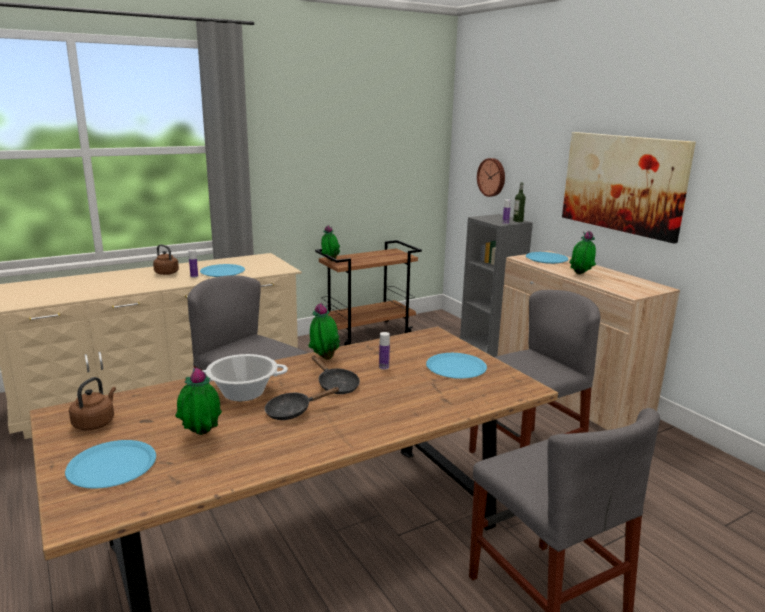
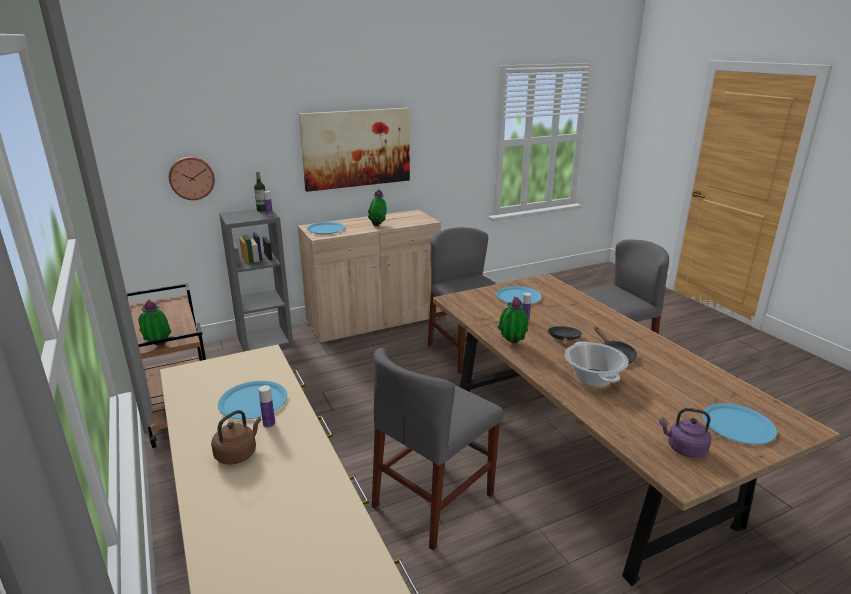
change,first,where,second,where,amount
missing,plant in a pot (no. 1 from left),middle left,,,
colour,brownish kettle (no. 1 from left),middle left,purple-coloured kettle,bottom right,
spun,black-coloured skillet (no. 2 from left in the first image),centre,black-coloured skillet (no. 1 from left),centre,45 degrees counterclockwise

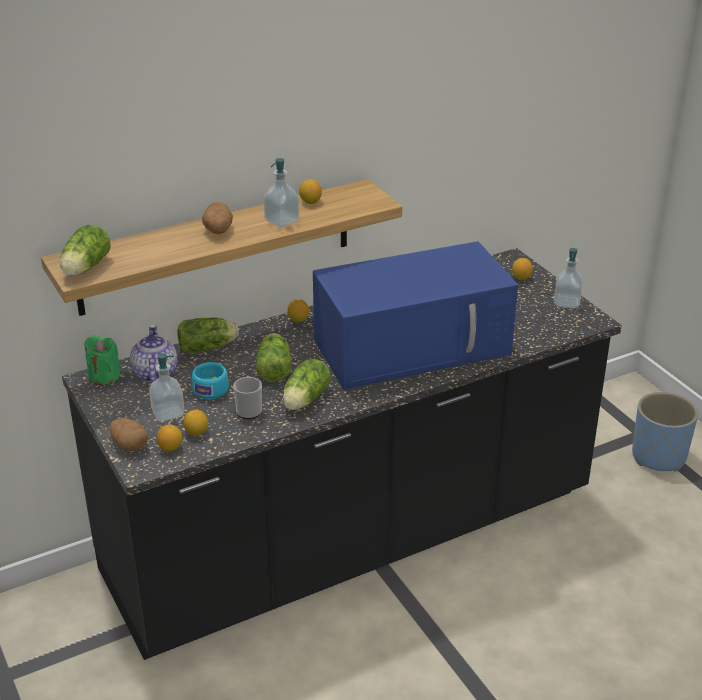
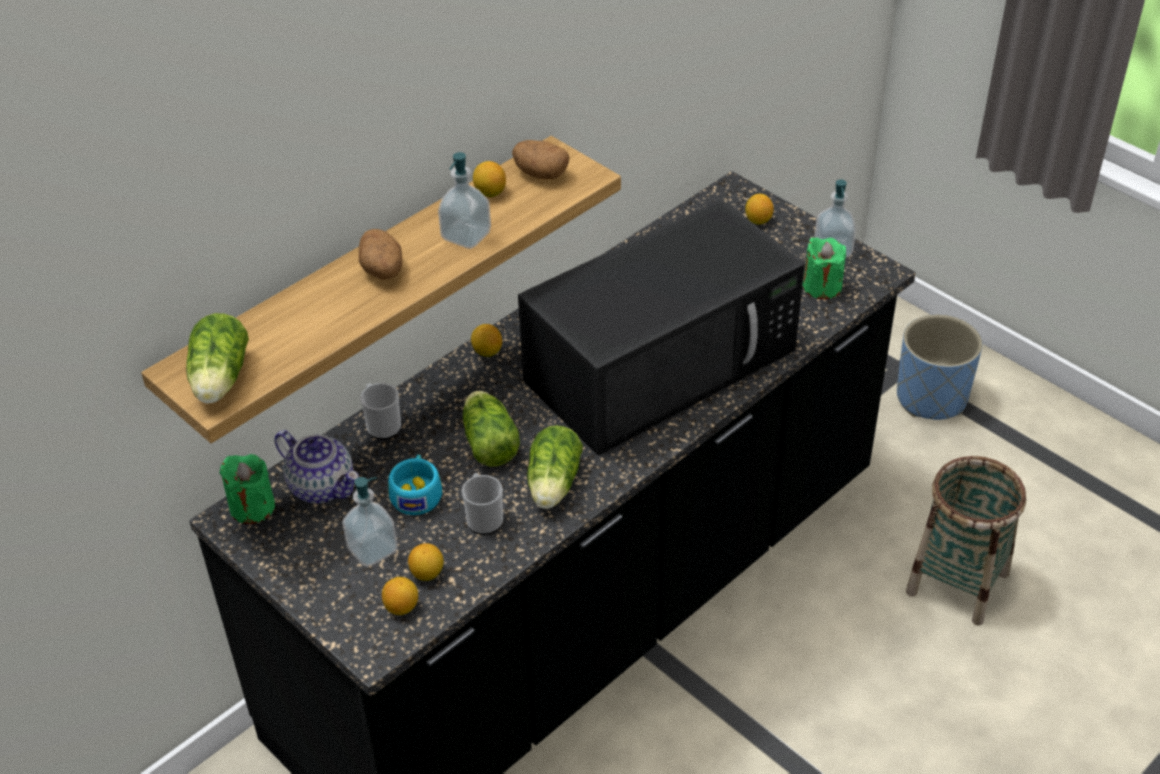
change,first,where,second,where,amount
appeared,,,greenish wax light (no. 2 from left),middle right,
appeared,,,basket,bottom right,
relocated,whole potato (no. 1 from left in the first image),middle left,whole potato (no. 2 from left),top centre,
exchanged,lettuce head (no. 2 from left),middle left,coffee mug (no. 1 from left),middle left,
colour,bluish microwave oven,centre,black-coloured microwave oven,centre,
spun,teapot,middle left,,middle left,150 degrees clockwise

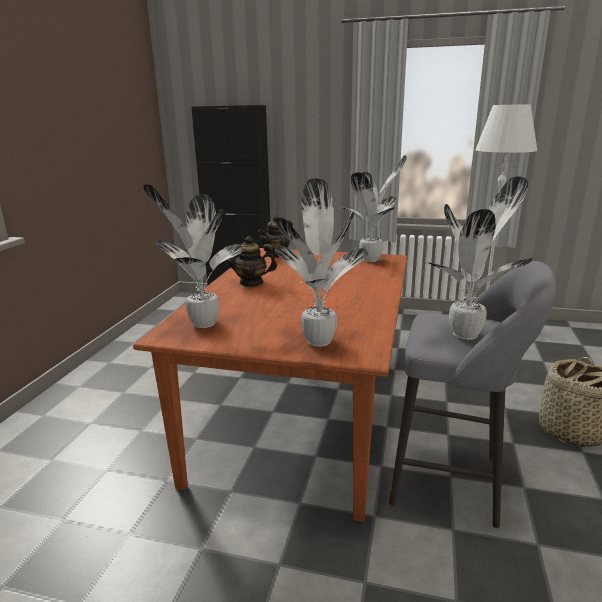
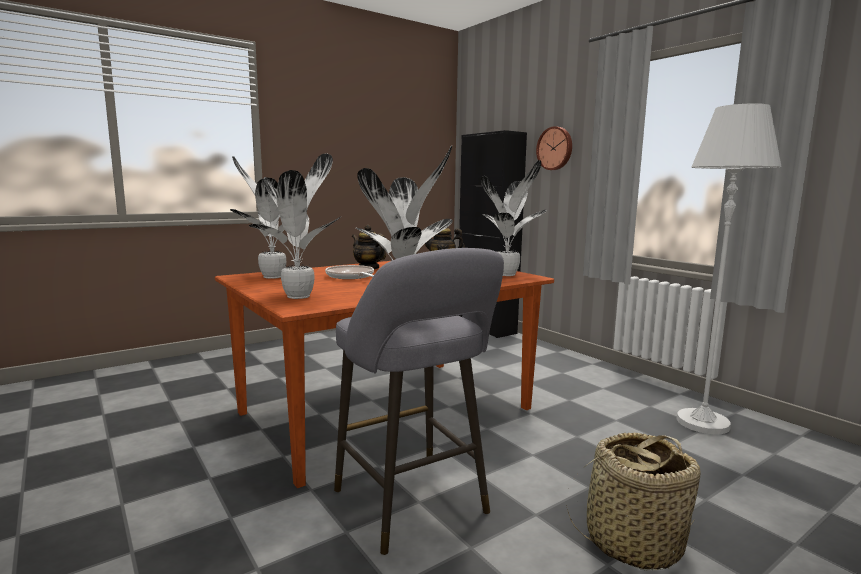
change,first,where,second,where,amount
appeared,,,skillet,centre,
appeared,,,wall clock,top centre,

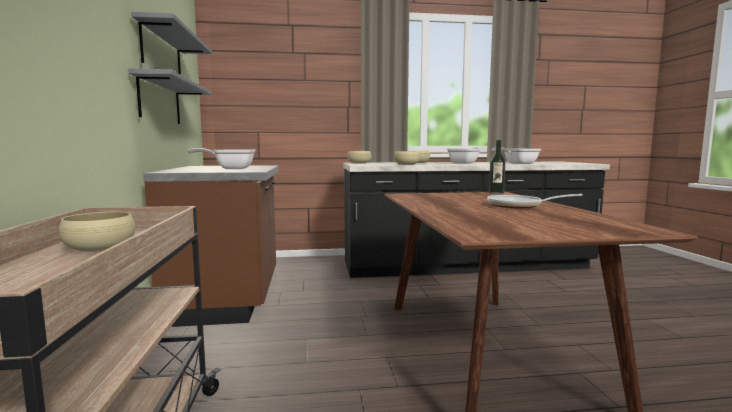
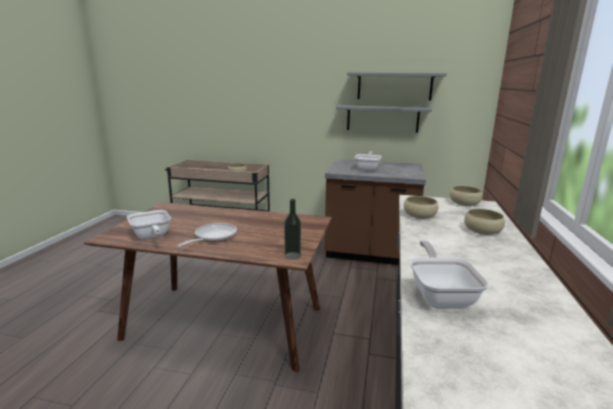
change,first,where,second,where,amount
relocated,skillet (no. 2 from left in the first image),centre,skillet (no. 1 from left),middle left,

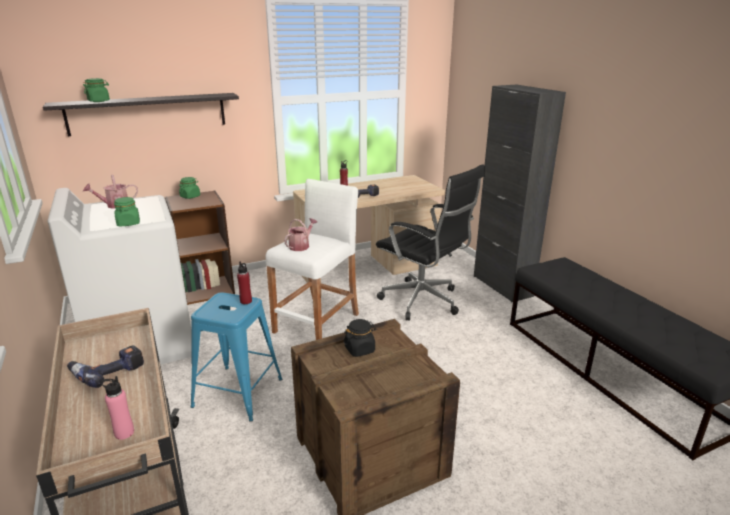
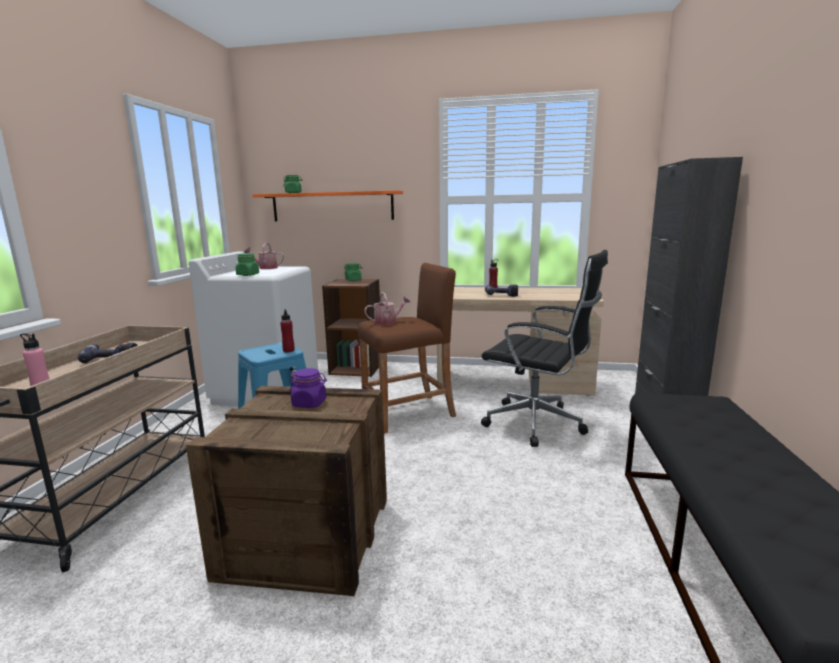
change,first,where,second,where,amount
colour,black-coloured bracket shelf,top left,orange-coloured bracket shelf,top centre,
colour,white sitting stool,centre,brownish sitting stool,centre,
colour,black-coloured storage jar,centre,purple-coloured storage jar,centre,
spun,black-coloured computer chair,centre,,centre,45 degrees counterclockwise

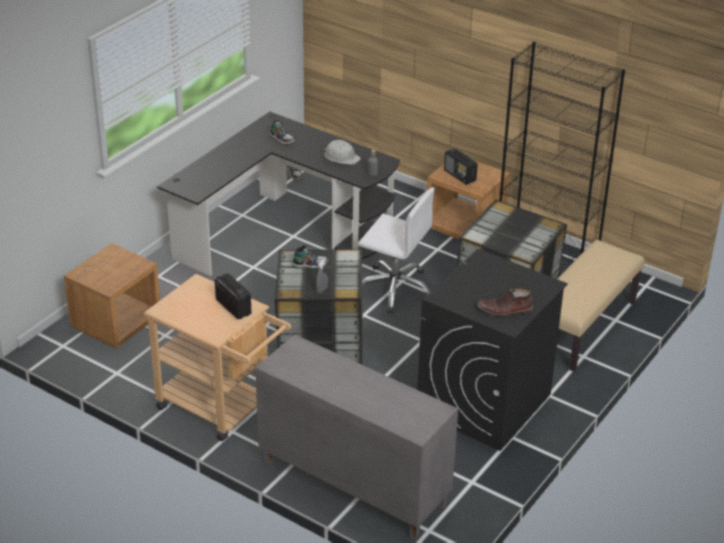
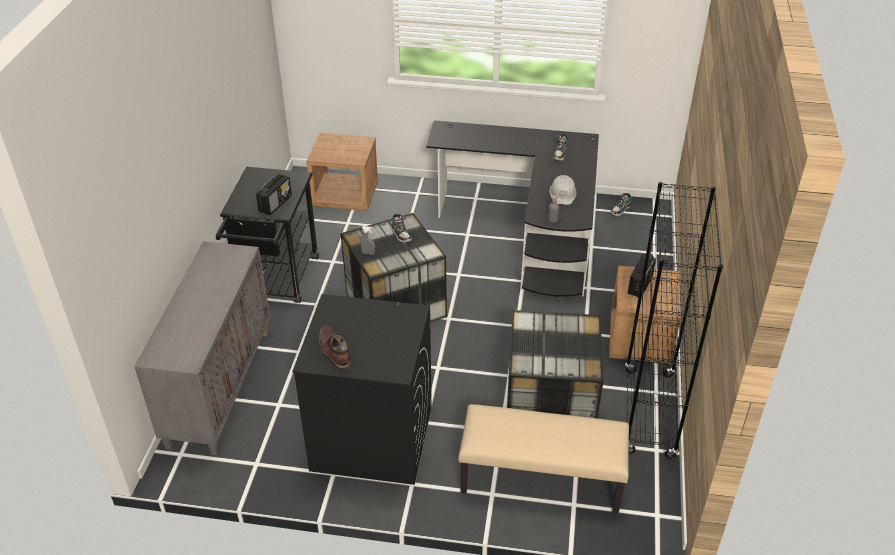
change,first,where,second,where,amount
missing,white computer chair,centre,,,
colour,beige-coloured wheeled cart,middle left,black-coloured wheeled cart,middle left,

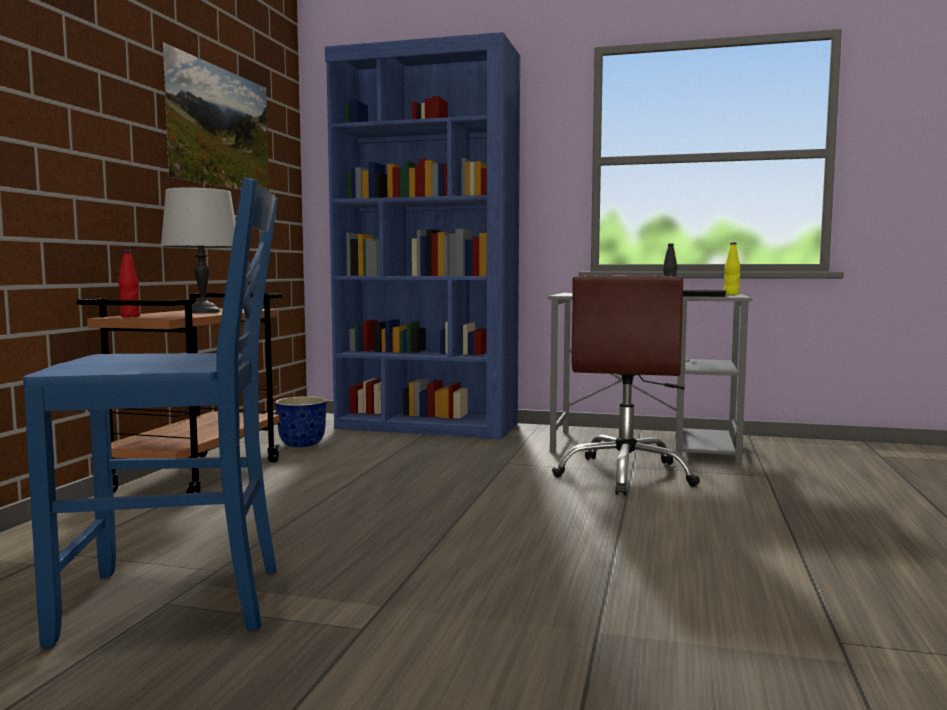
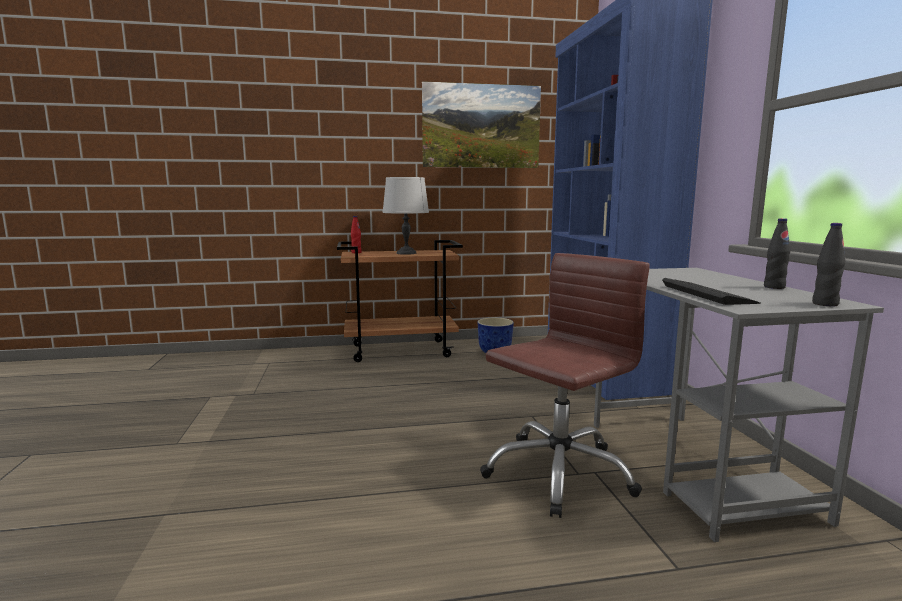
change,first,where,second,where,amount
missing,bluish upright chair,middle left,,,
colour,yellow-coloured bottle,middle right,black-coloured bottle (no. 2 from left),middle right,
spun,brownish computer chair,centre,,centre,150 degrees clockwise

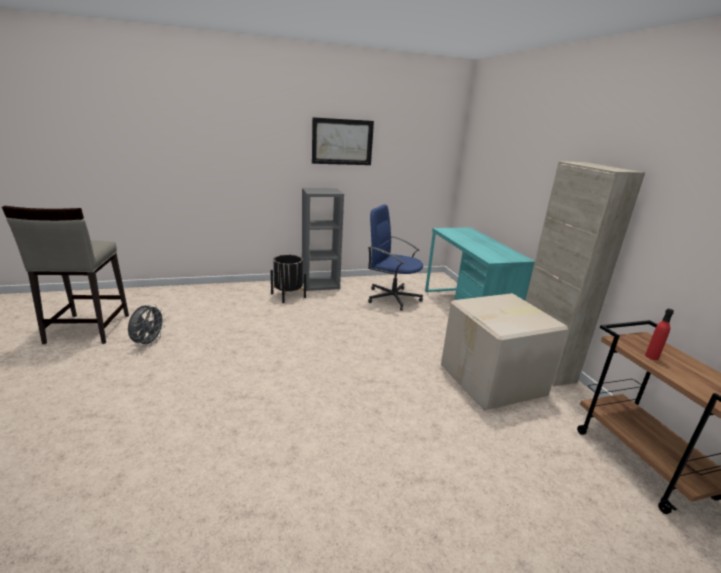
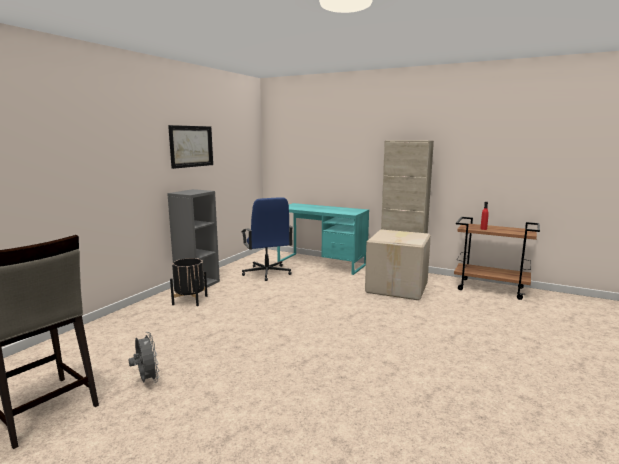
change,first,where,second,where,amount
spun,bluish computer chair,centre,,centre,90 degrees counterclockwise

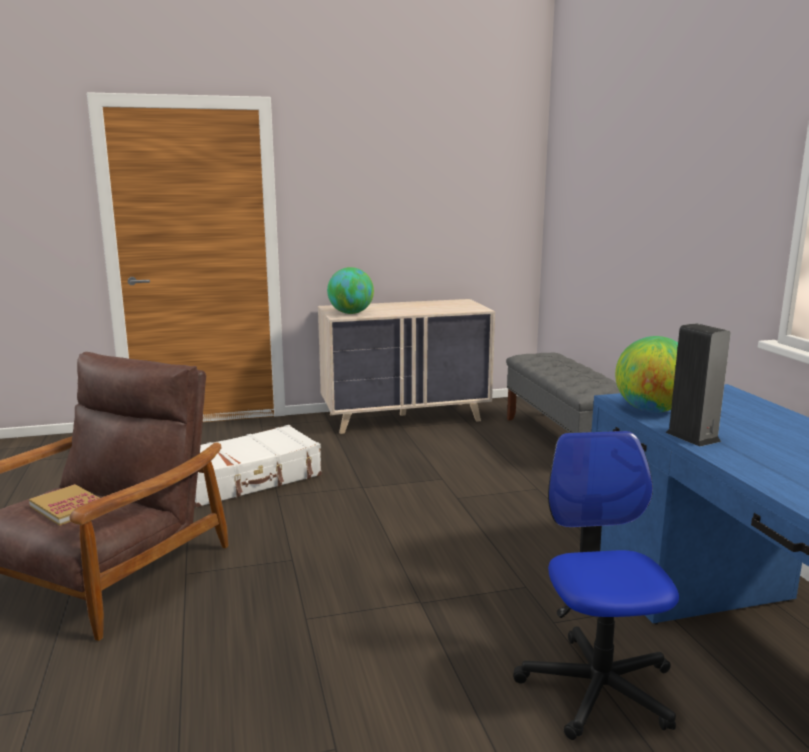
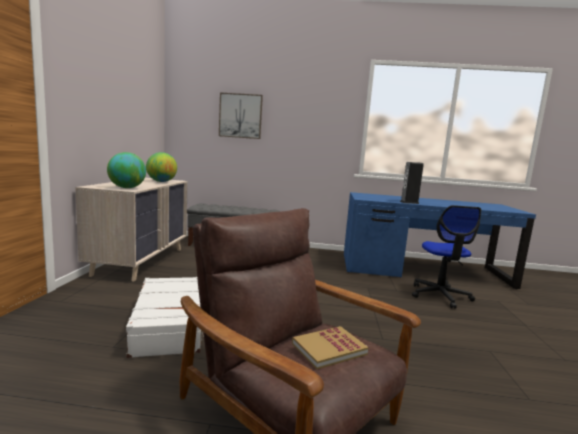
change,first,where,second,where,amount
appeared,,,picture,top centre,
relocated,globe (no. 2 from left),middle right,,middle left,
spun,computer chair,bottom right,,middle right,105 degrees counterclockwise

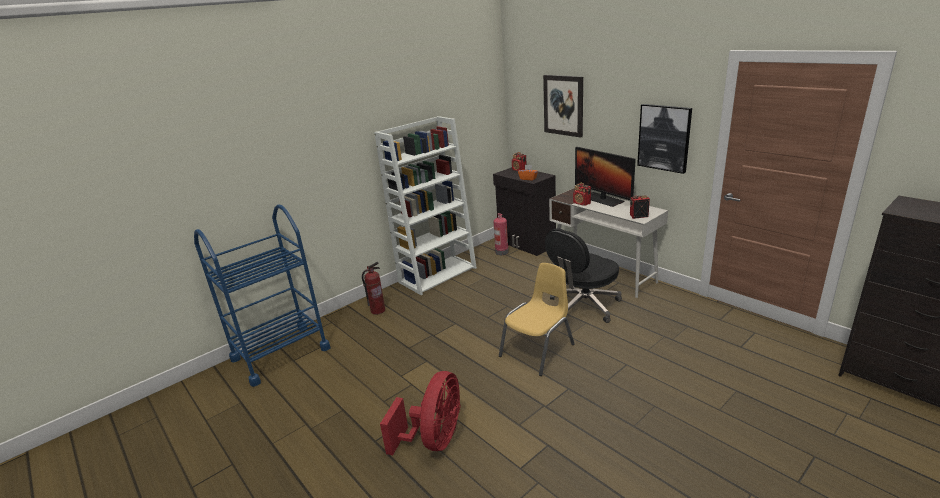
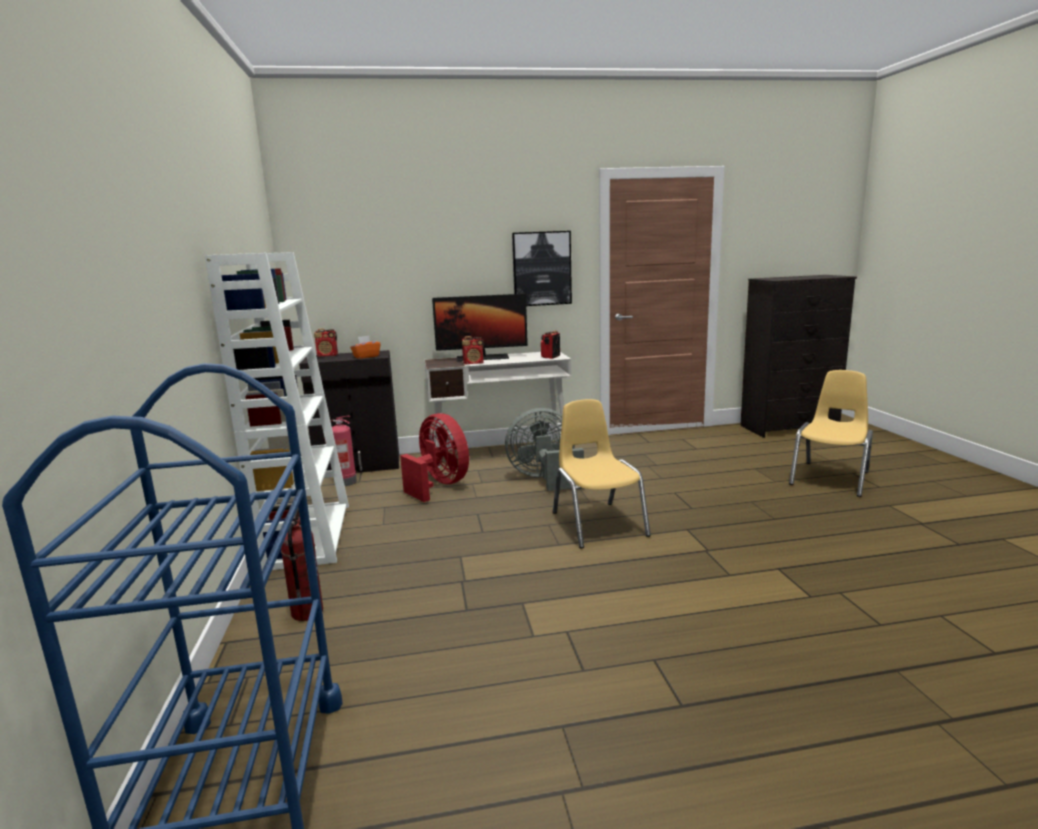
change,first,where,second,where,amount
missing,picture (no. 1 from left),top centre,,,
appeared,,,yellow-coloured upright chair (no. 2 from left),middle right,
relocated,red electric fan,bottom centre,,centre,
exchanged,black-coloured computer chair,centre,greyish electric fan,centre,

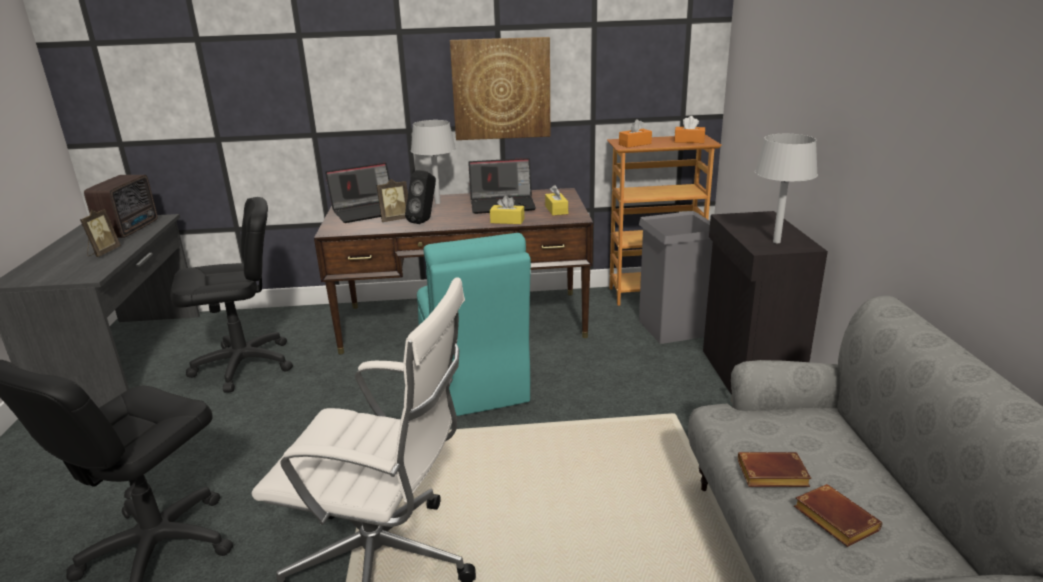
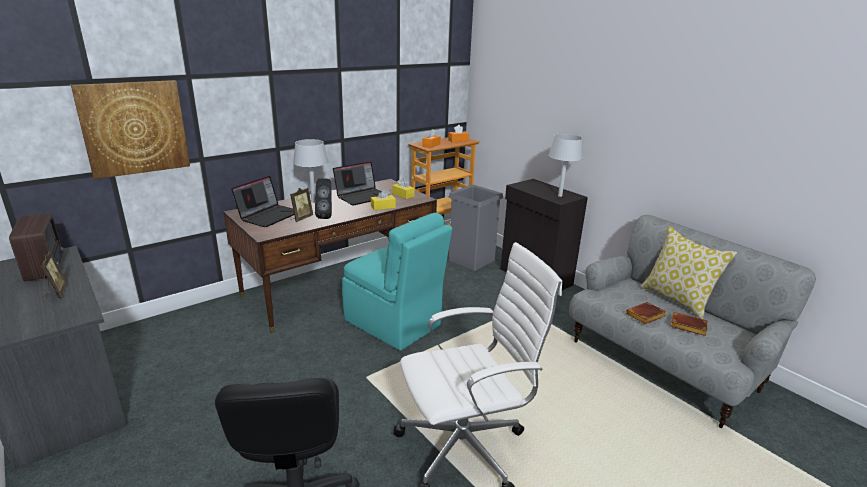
change,first,where,second,where,amount
missing,black-coloured computer chair (no. 2 from left),middle left,,,
appeared,,,pillow,middle right,
relocated,picture,top centre,,top left,

